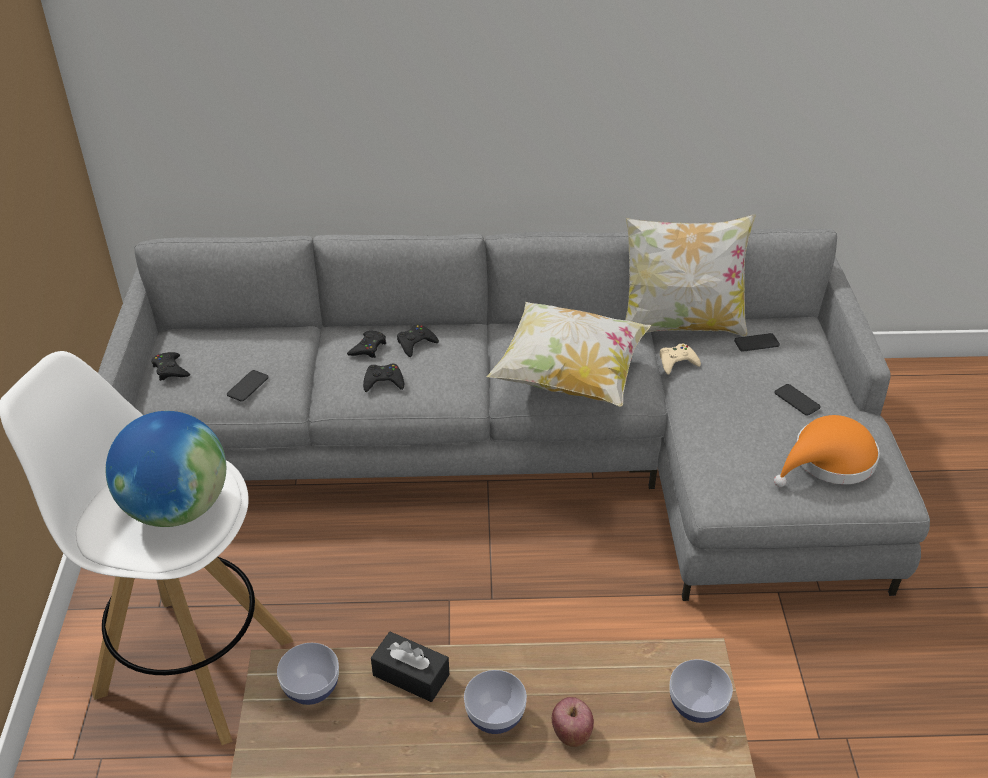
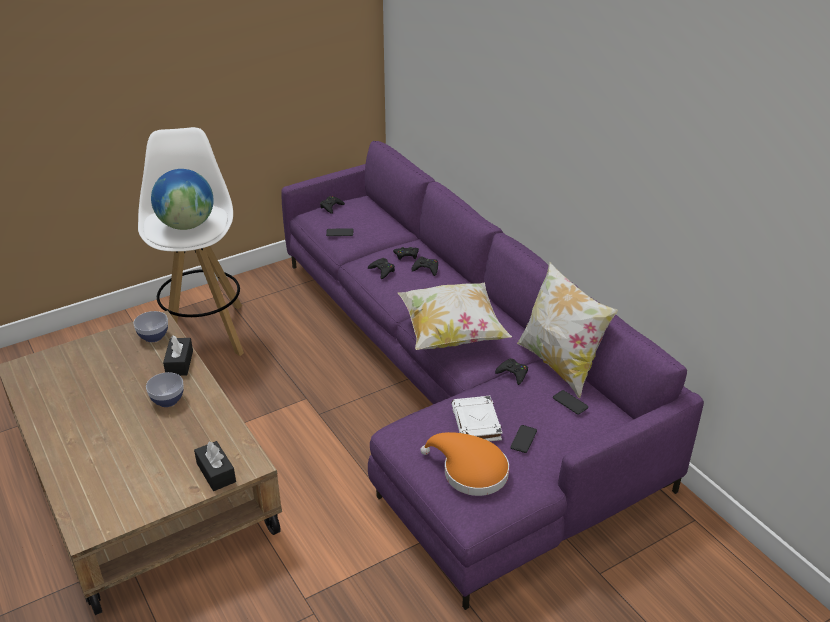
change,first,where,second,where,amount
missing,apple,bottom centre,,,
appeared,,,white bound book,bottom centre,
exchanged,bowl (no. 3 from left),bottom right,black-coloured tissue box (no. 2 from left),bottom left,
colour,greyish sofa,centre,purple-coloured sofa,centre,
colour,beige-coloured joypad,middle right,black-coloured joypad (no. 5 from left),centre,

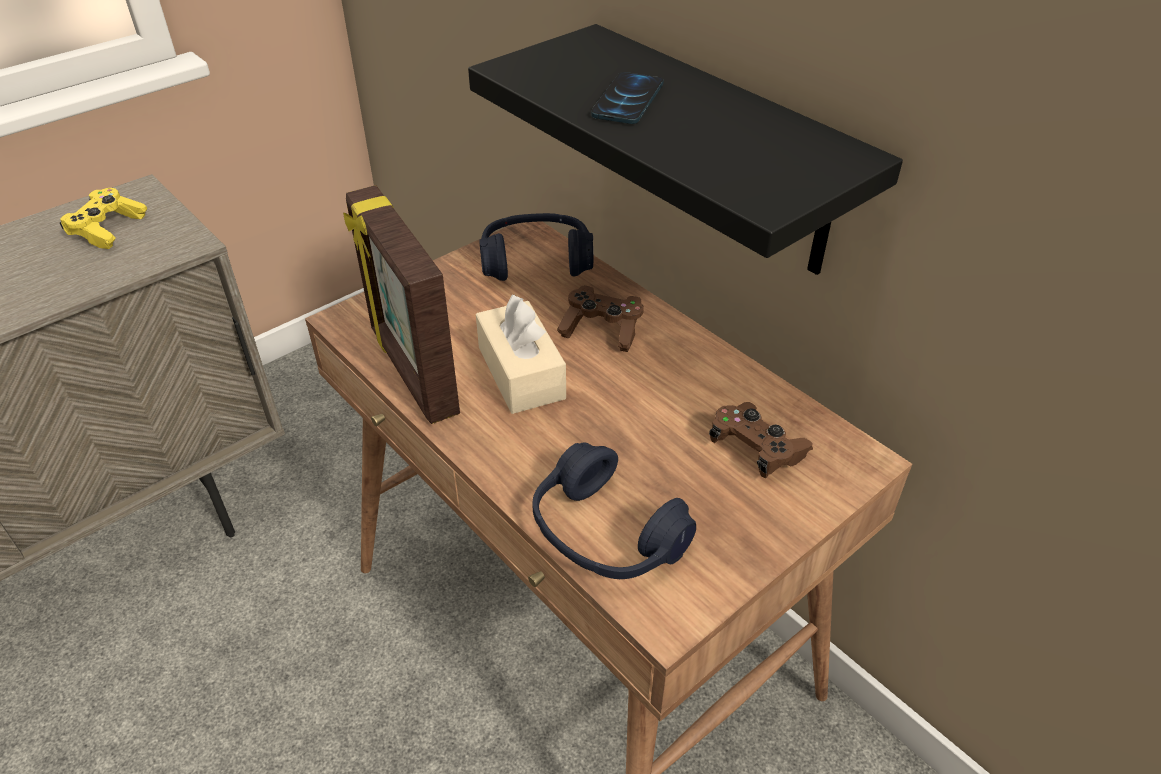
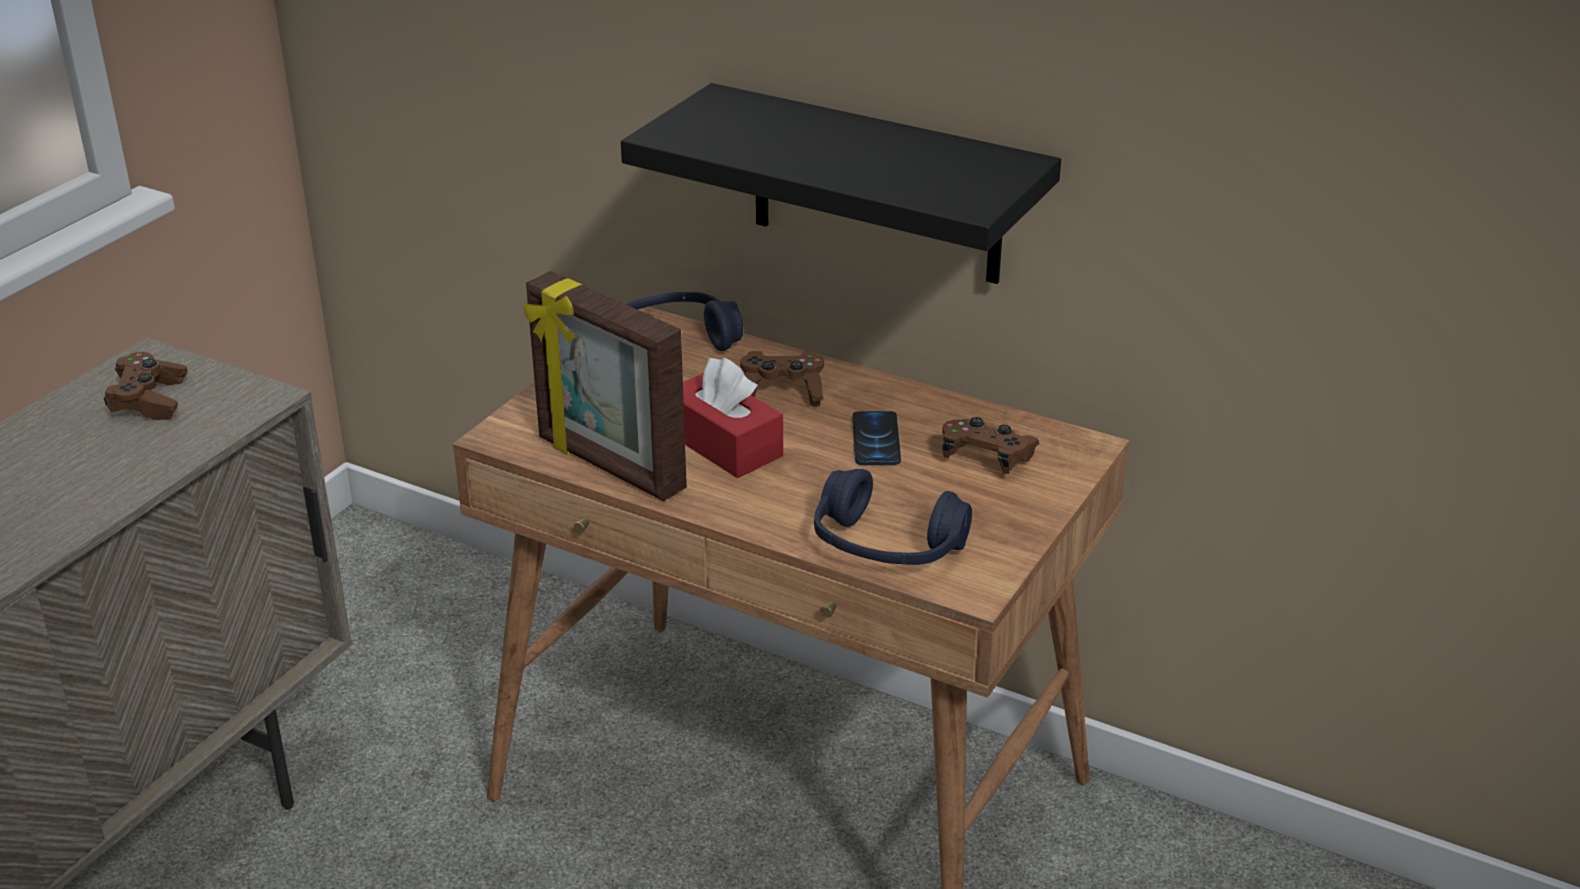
change,first,where,second,where,amount
relocated,telephone,top centre,,centre,
colour,yellow-coloured joypad,top left,brownish joypad (no. 1 from left),middle left,
colour,beige-coloured tissue box,centre,red tissue box,centre,

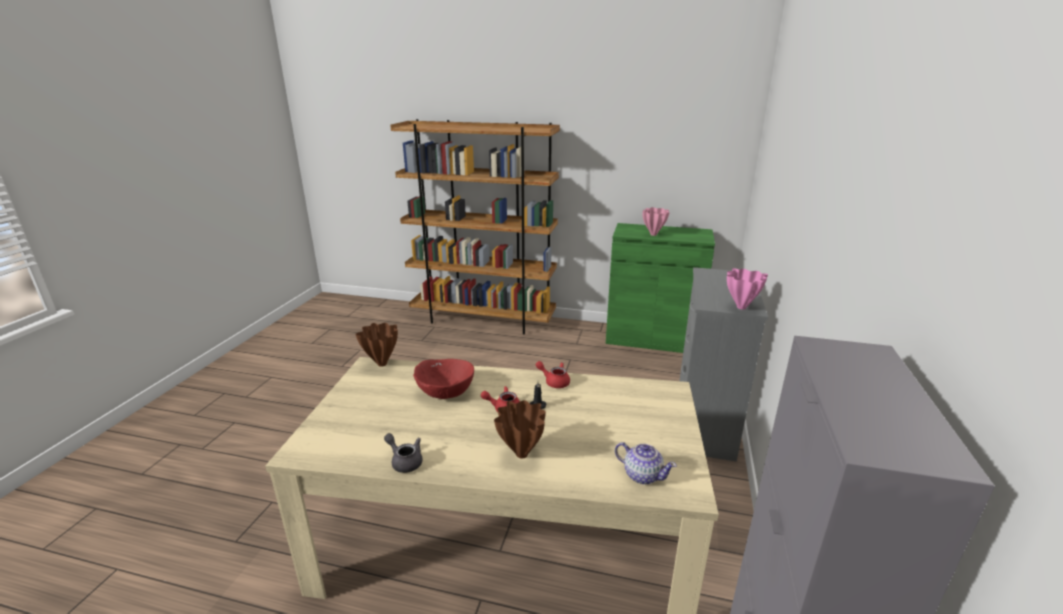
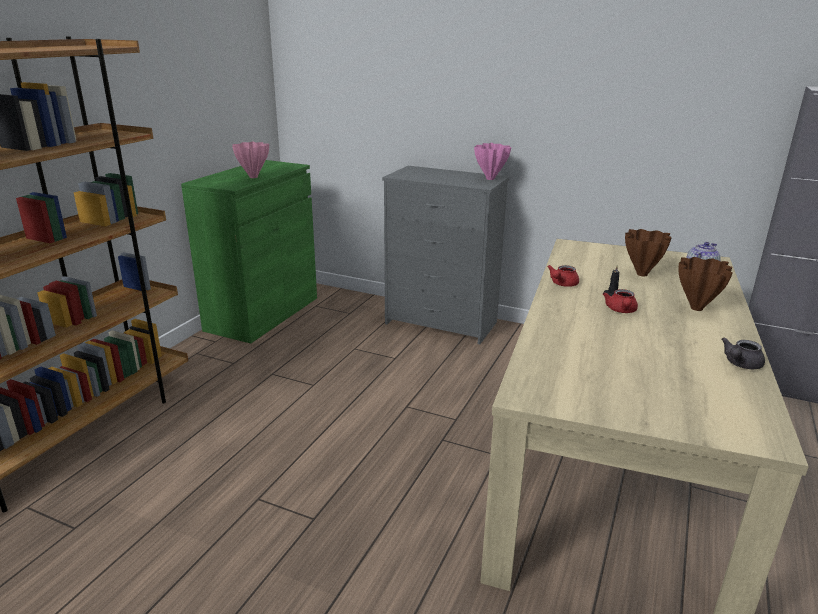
change,first,where,second,where,amount
missing,red bowl,centre,,,
relocated,brownish flower vase (no. 1 from left),centre,,middle right,

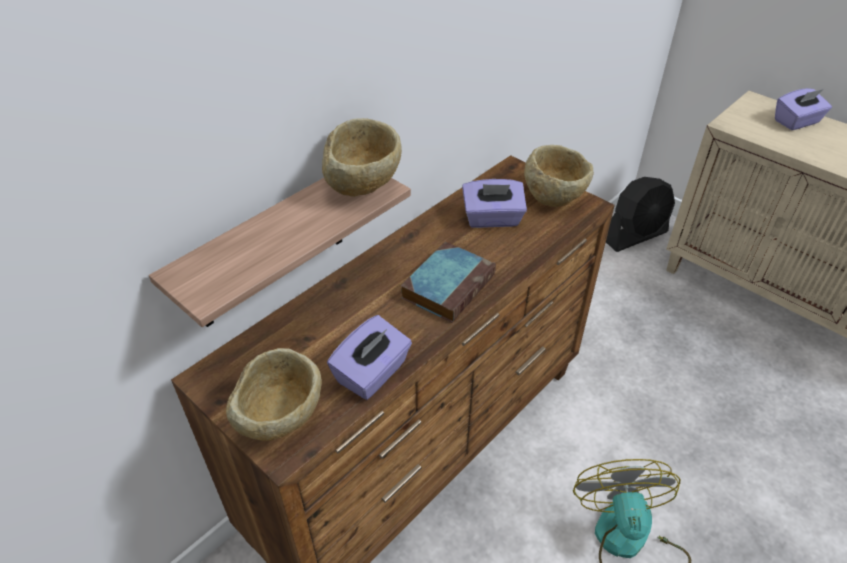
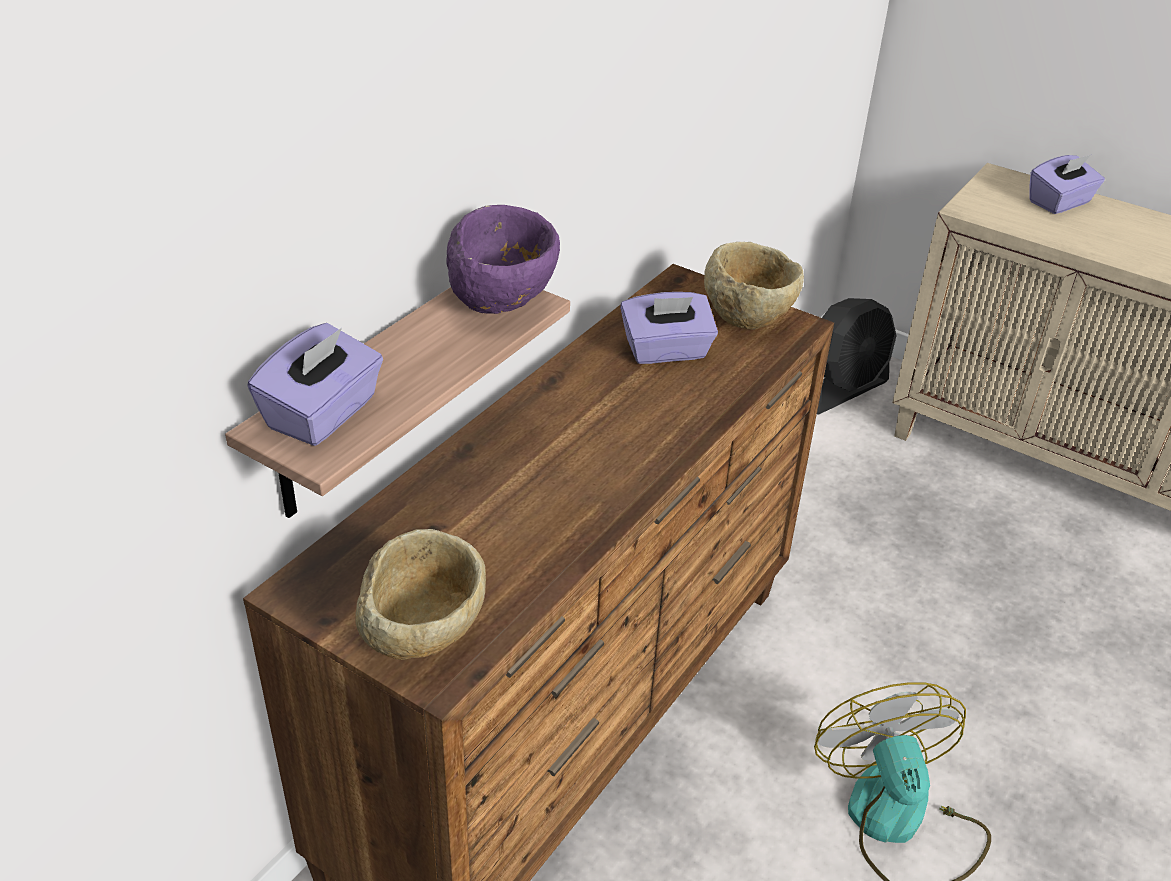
change,first,where,second,where,amount
missing,bound book,centre,,,
relocated,purple-coloured tissue box (no. 1 from left),centre,,middle left,
colour,beige-coloured bowl (no. 2 from left),top centre,purple-coloured bowl,top centre,

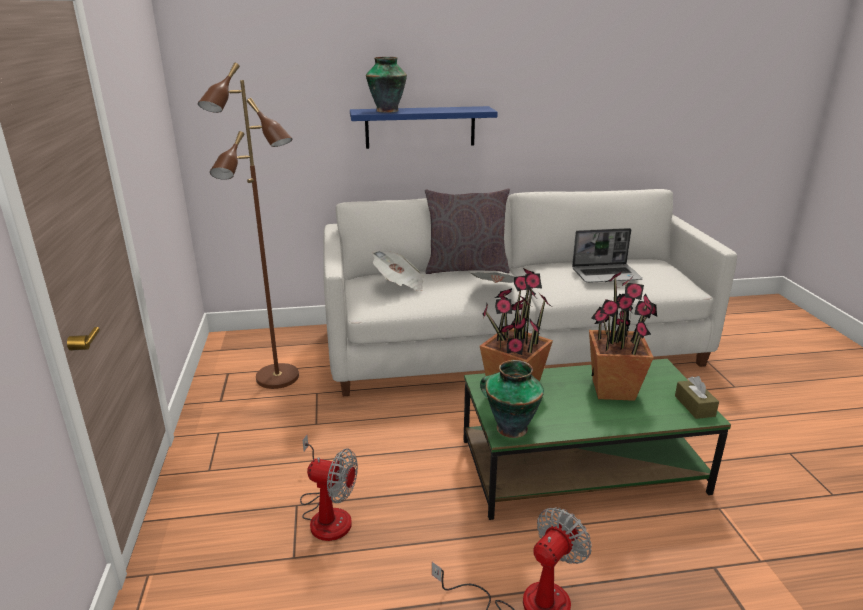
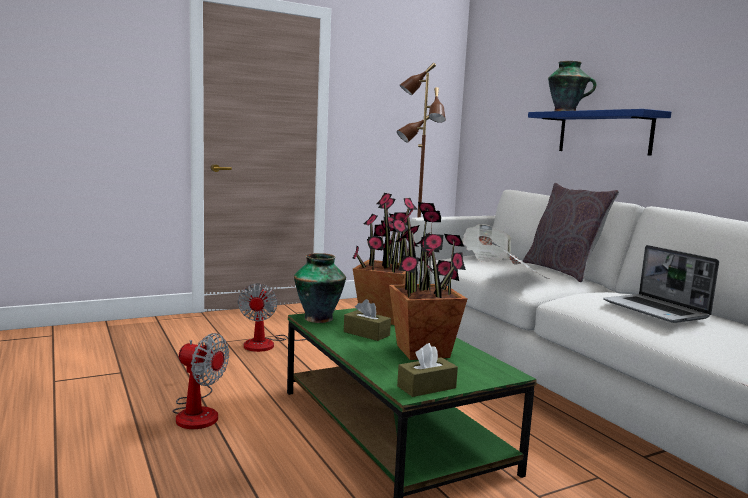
change,first,where,second,where,amount
appeared,,,brownish tissue box (no. 1 from left),centre,

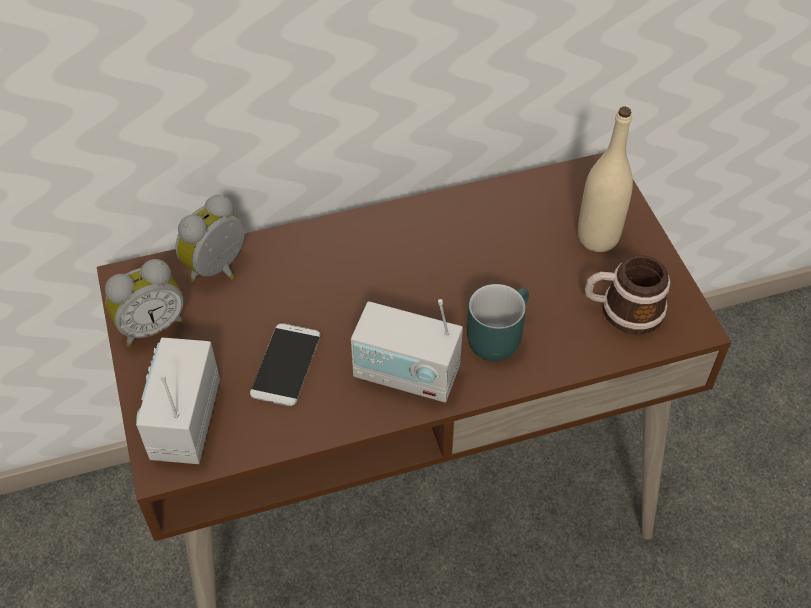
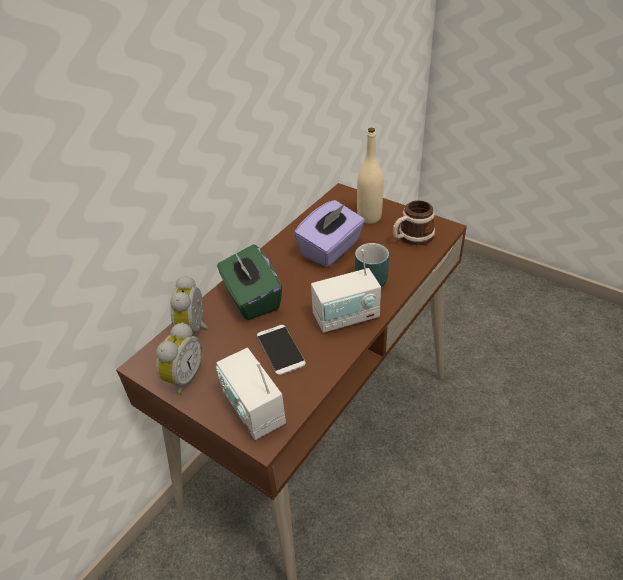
change,first,where,second,where,amount
appeared,,,greenish tissue box,centre,
appeared,,,purple-coloured tissue box,centre,

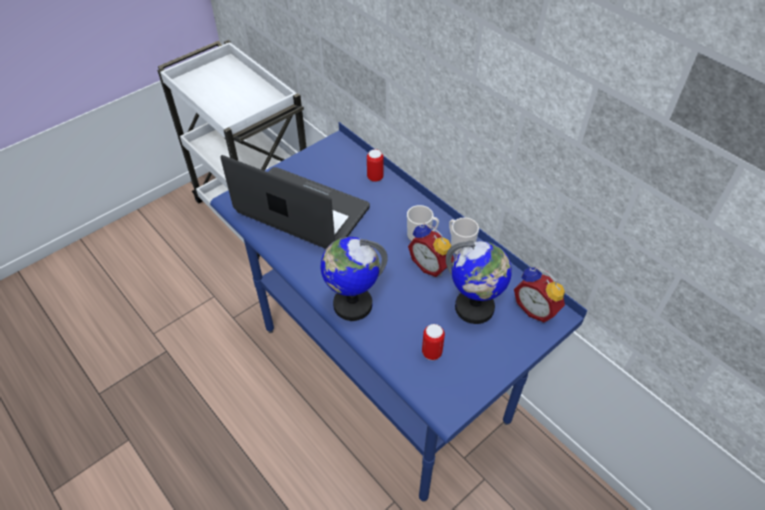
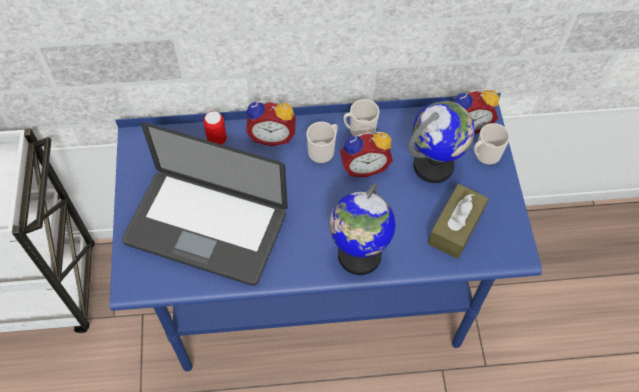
change,first,where,second,where,amount
appeared,,,alarm clock (no. 1 from left),top centre,
appeared,,,coffee mug (no. 3 from left),middle right,
exchanged,can (no. 2 from left),bottom centre,brownish tissue box,middle right,
spun,portable computer,centre,,middle left,135 degrees counterclockwise

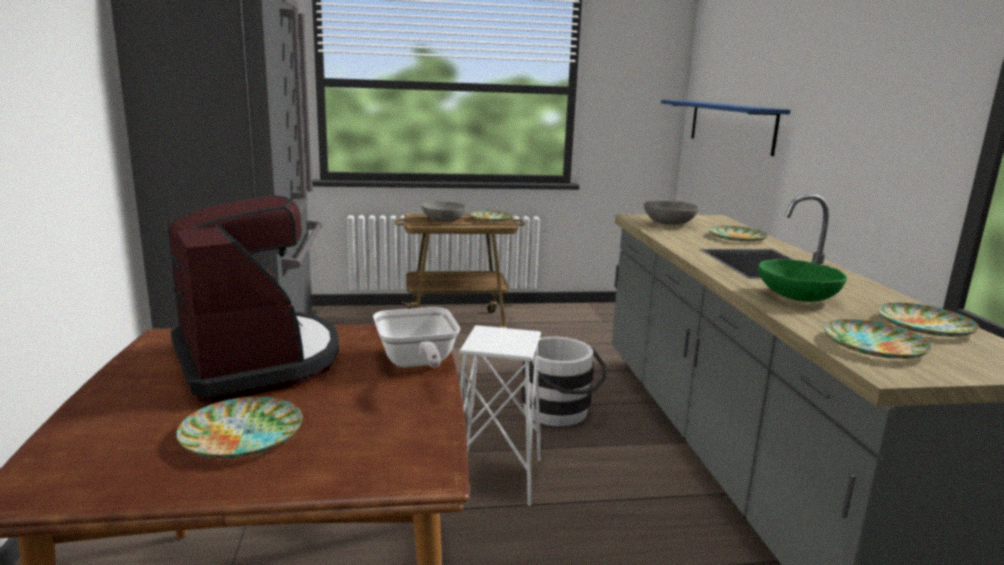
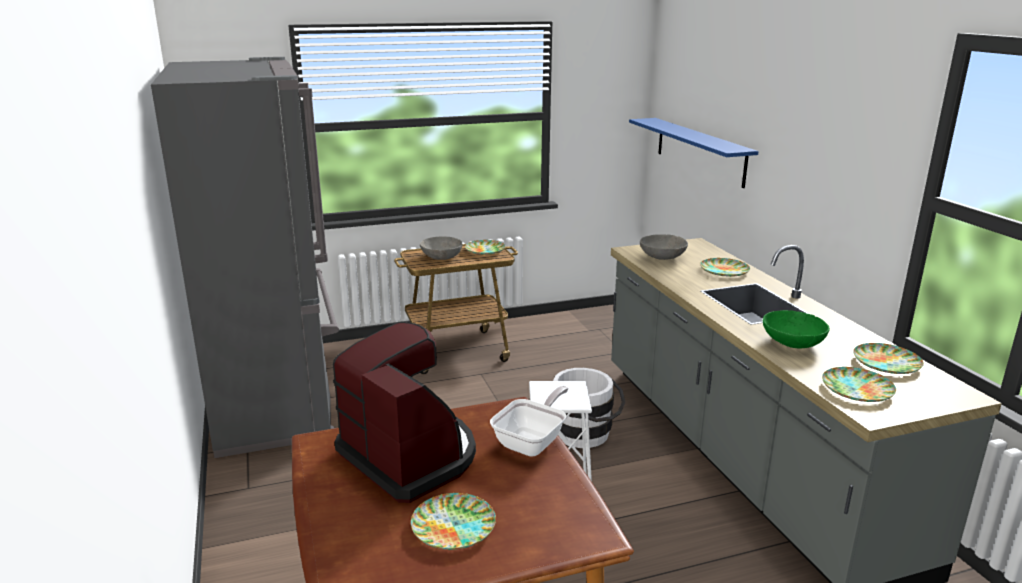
change,first,where,second,where,amount
spun,skillet,centre,,bottom centre,120 degrees counterclockwise

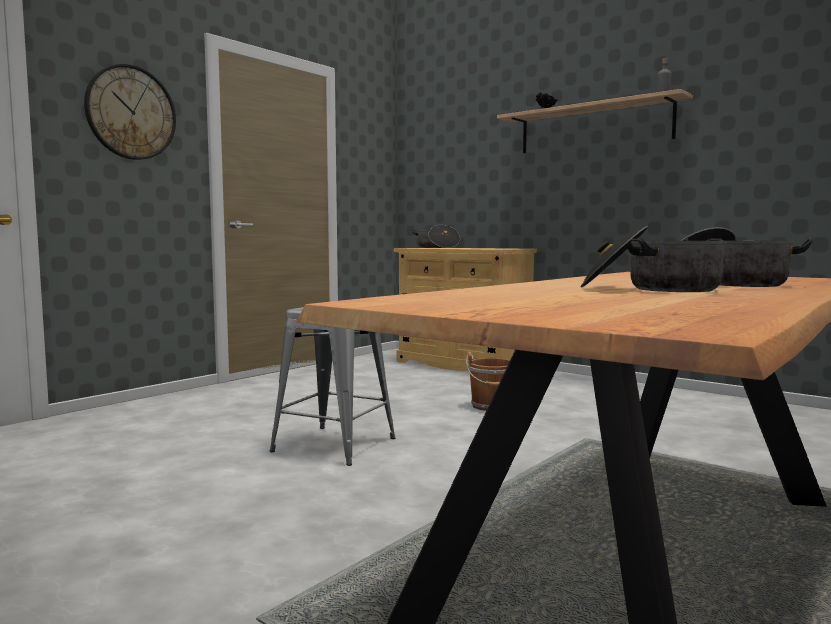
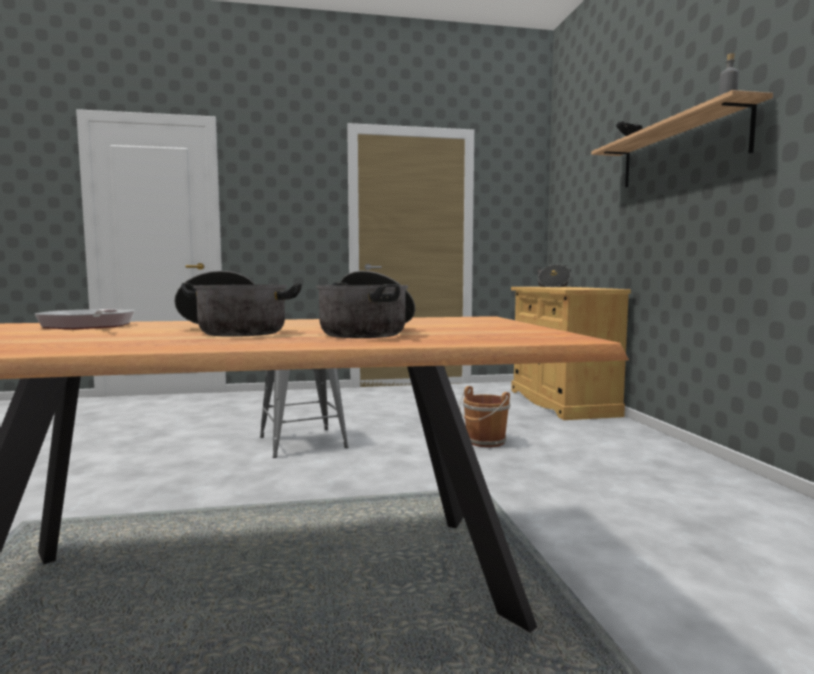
change,first,where,second,where,amount
missing,wall clock,top left,,,
appeared,,,skillet,middle left,

